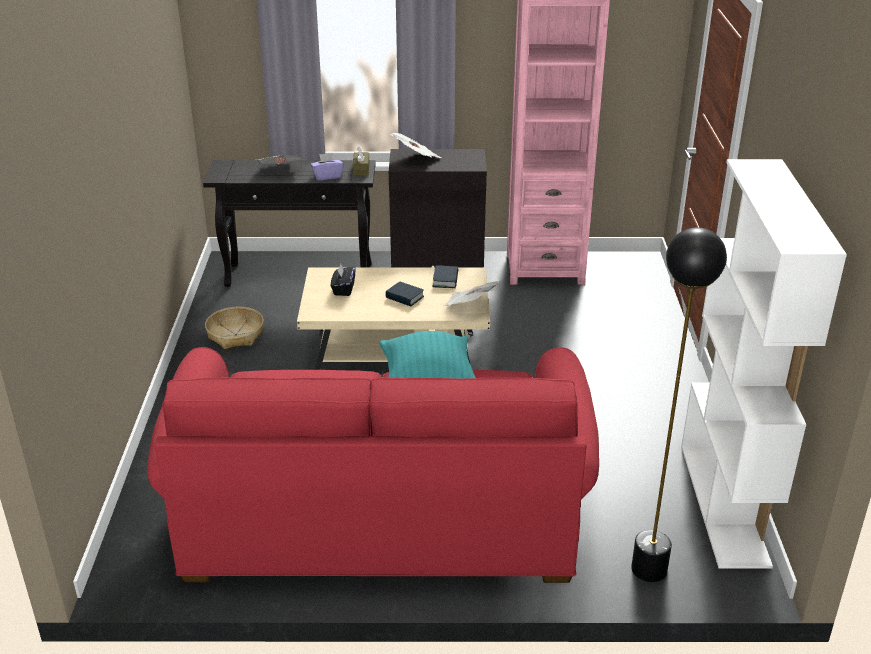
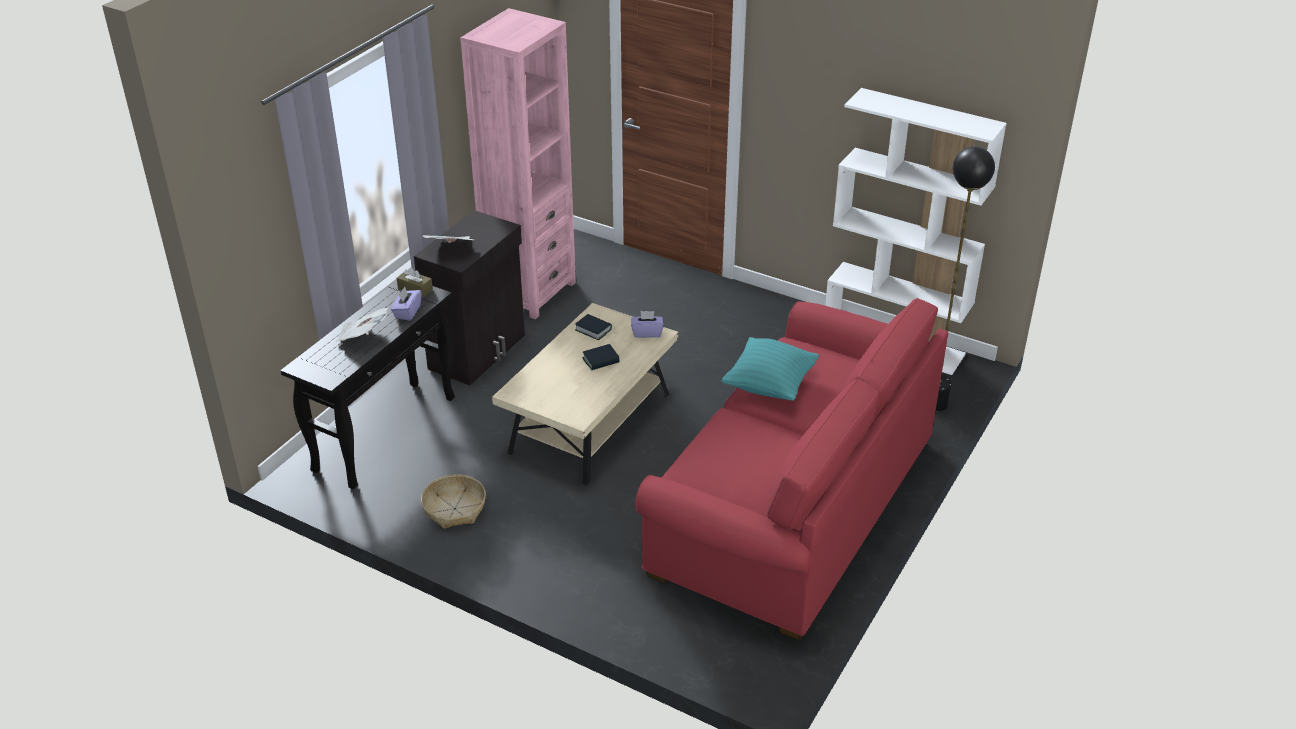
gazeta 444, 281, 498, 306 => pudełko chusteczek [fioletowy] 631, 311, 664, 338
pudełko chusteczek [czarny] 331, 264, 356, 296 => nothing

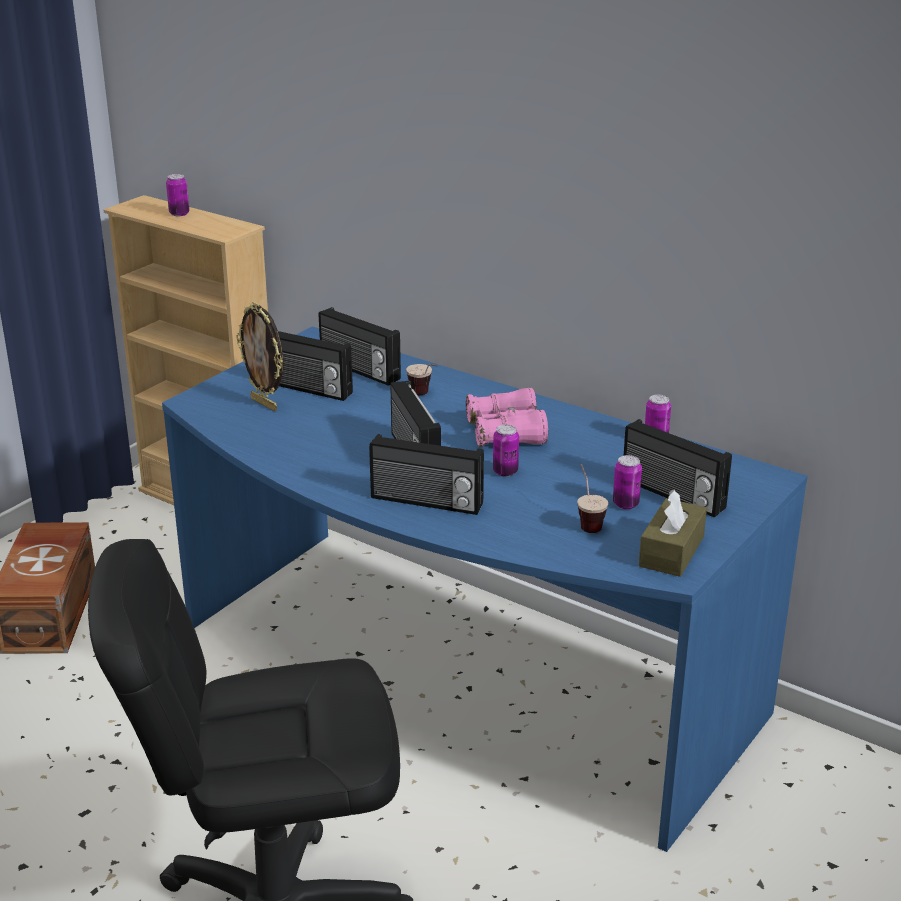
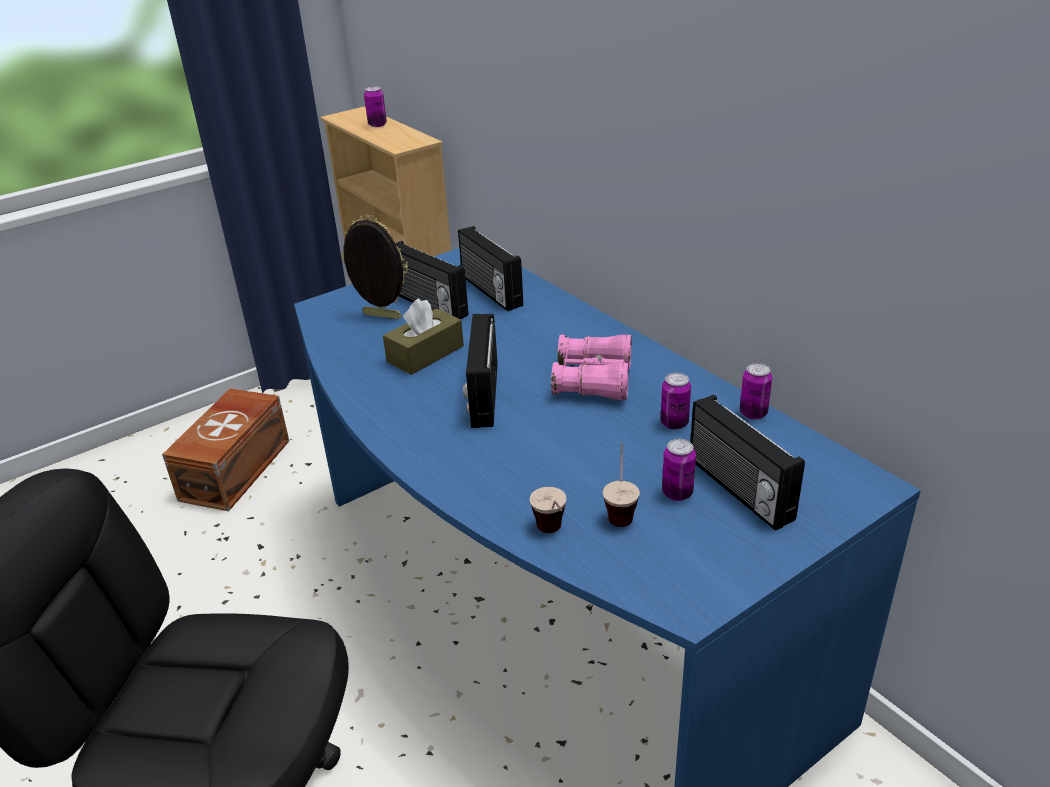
ramka na zdjęcie 236, 302, 283, 411 => ramka na zdjęcie 342, 214, 408, 319, 135 degrees clockwise
pudełko chusteczek [brązowy] 639, 490, 707, 577 => pudełko chusteczek [brązowy] 383, 298, 464, 375, relocated
filiżanka 406, 364, 438, 395 => filiżanka 530, 487, 567, 533, relocated
puszka 493, 424, 519, 477 => puszka 661, 373, 691, 430, relocated
radio 369, 434, 484, 515 => nothing

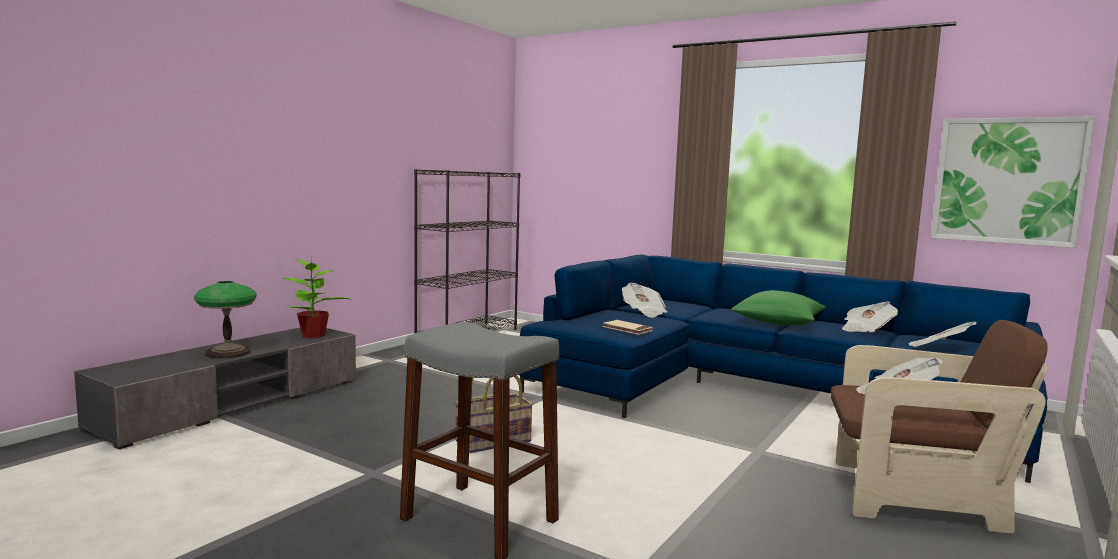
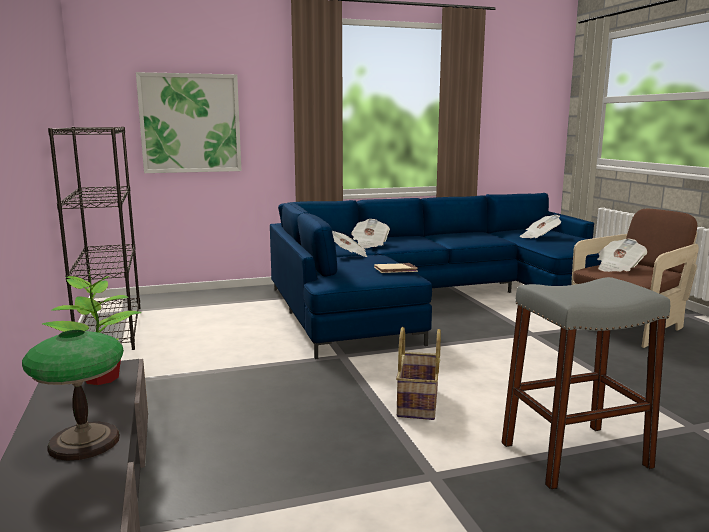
obraz 931, 116, 1095, 248 => obraz 136, 72, 242, 173, relocated
gazeta 842, 302, 898, 332 => gazeta 351, 219, 390, 248, relocated
poduszka [zielony] 731, 290, 825, 326 => nothing

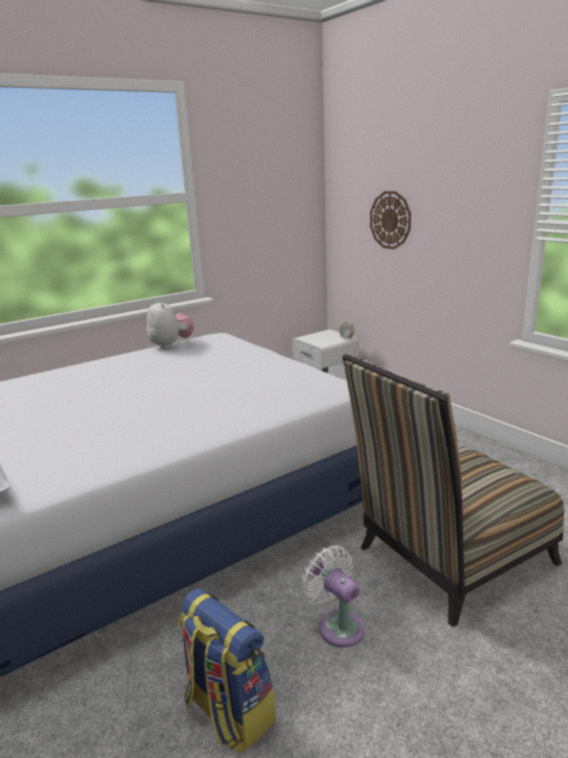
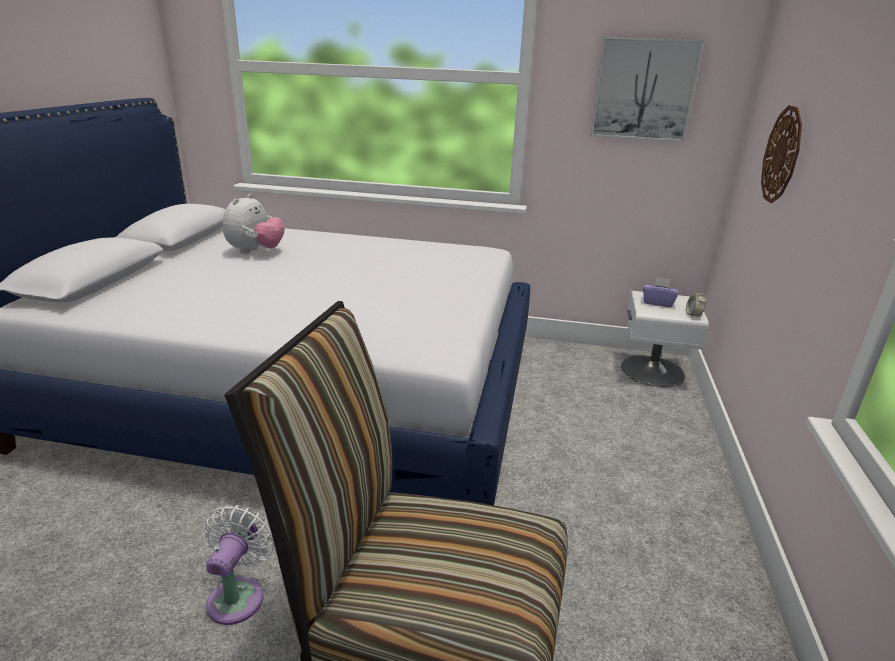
pluszak 147, 300, 194, 349 => pluszak 223, 194, 285, 254, relocated
nothing => obraz 591, 37, 704, 142
nothing => pudełko chusteczek [fioletowy] 643, 277, 678, 307
plecak 178, 588, 276, 753 => nothing

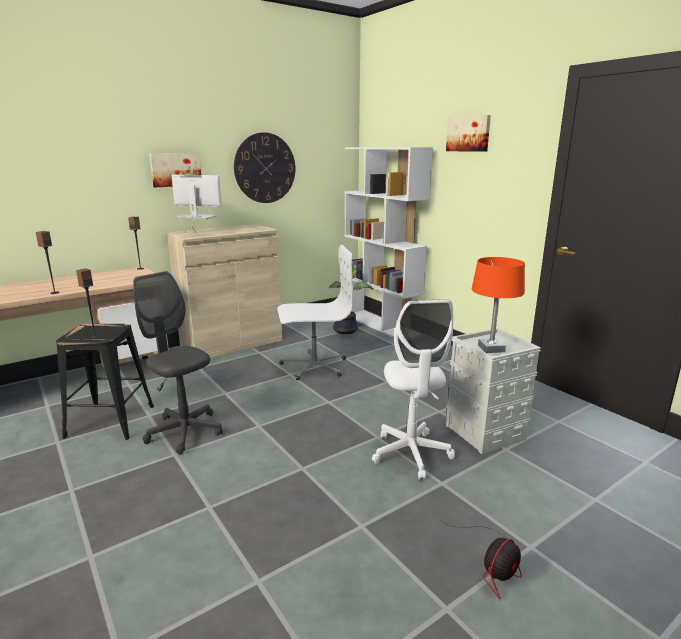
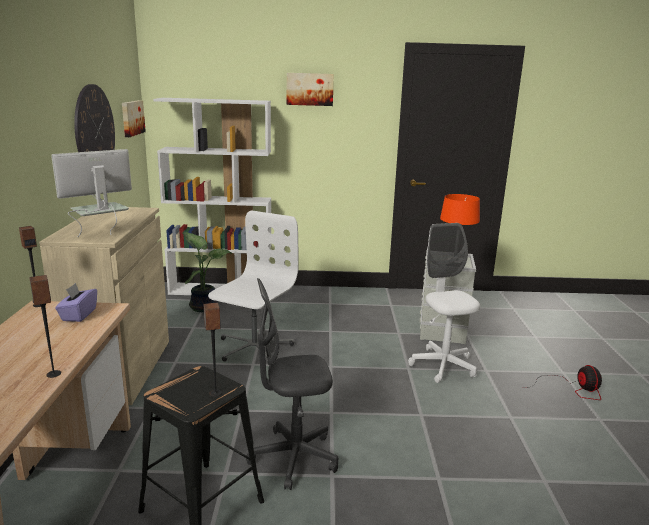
nothing => pudełko chusteczek [fioletowy] 55, 283, 97, 322
obraz 149, 153, 201, 187 => obraz 122, 100, 146, 137, relocated
krzesło biurowe [biały] 372, 299, 455, 480 => krzesło biurowe [biały] 408, 223, 480, 383, 135 degrees counterclockwise

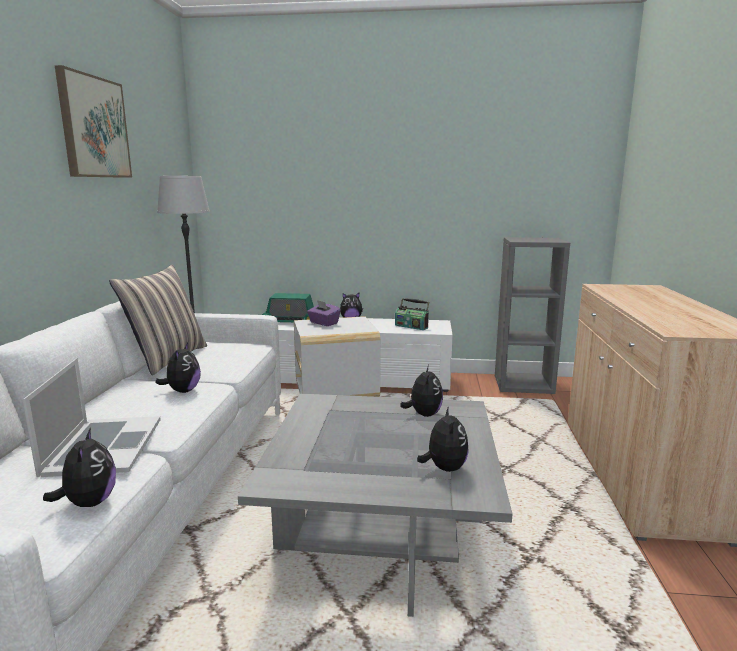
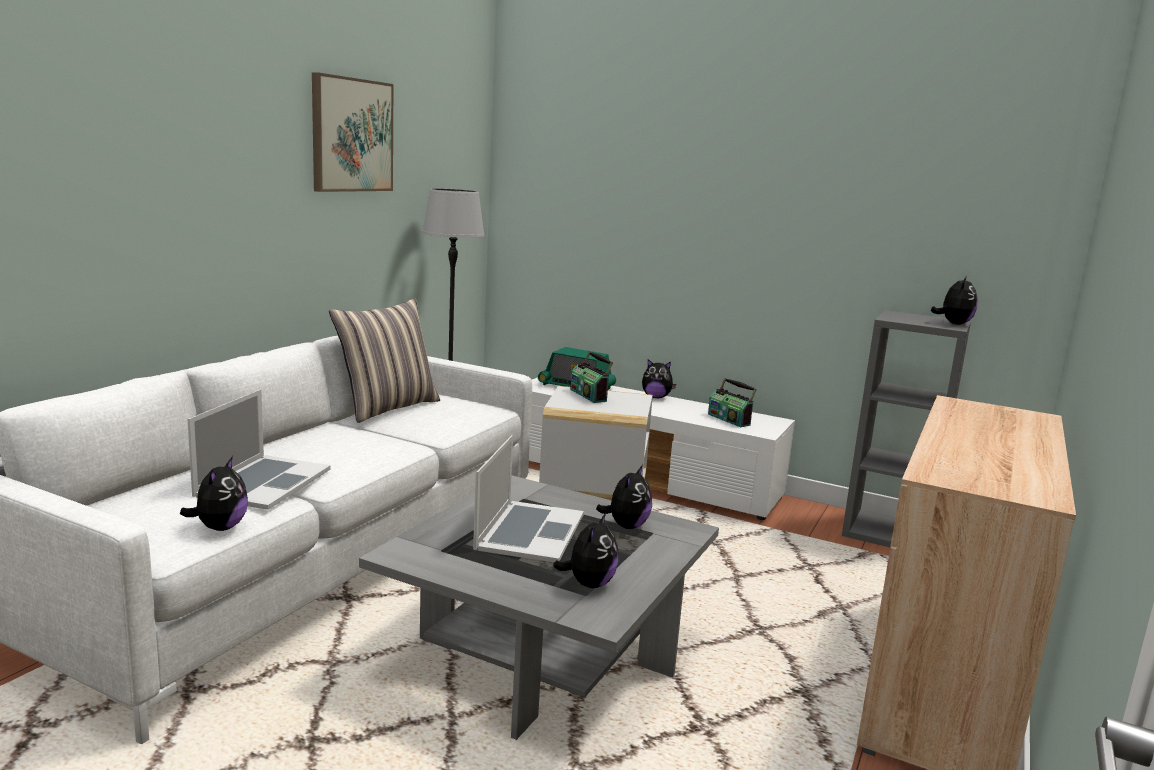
nothing => laptop 473, 435, 584, 563
pudełko chusteczek [fioletowy] 307, 300, 341, 326 => radio 570, 351, 613, 403
pluszak 155, 343, 201, 393 => pluszak 931, 276, 978, 324, relocated

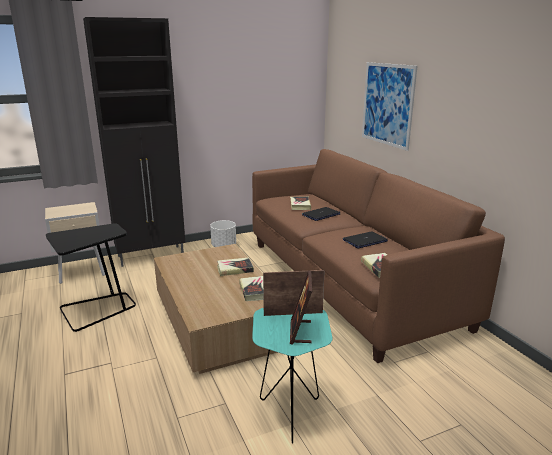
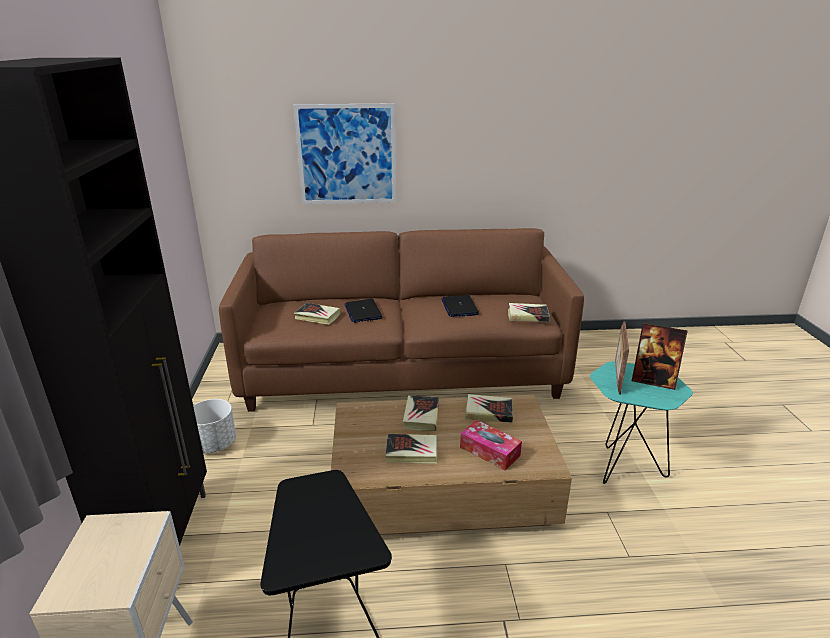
nothing => książka 385, 434, 438, 464
nothing => pudełko chusteczek 460, 420, 522, 471

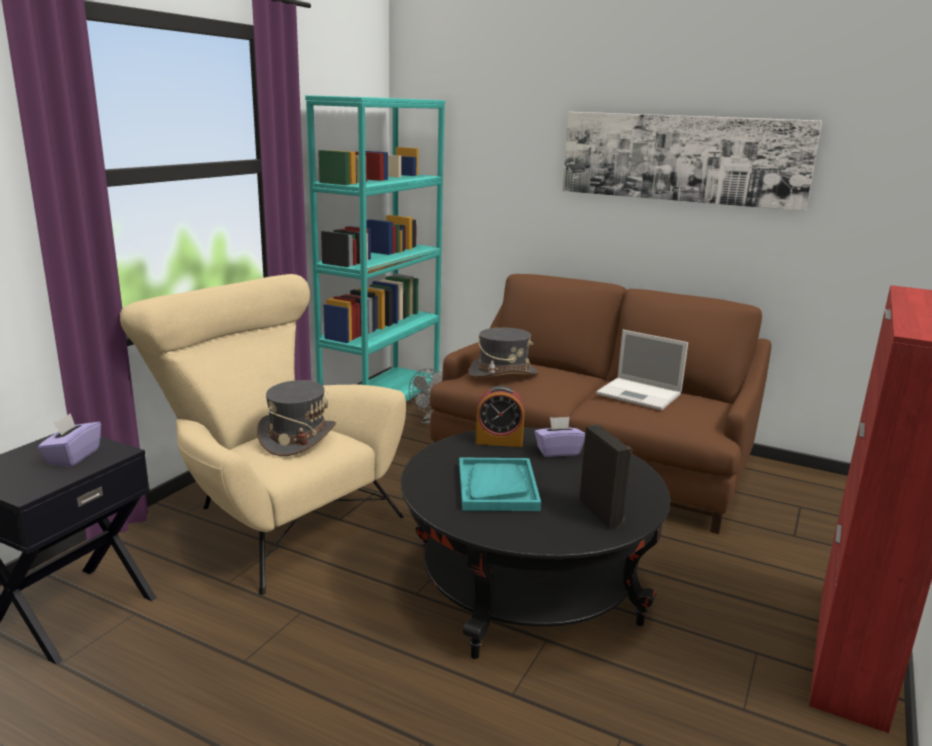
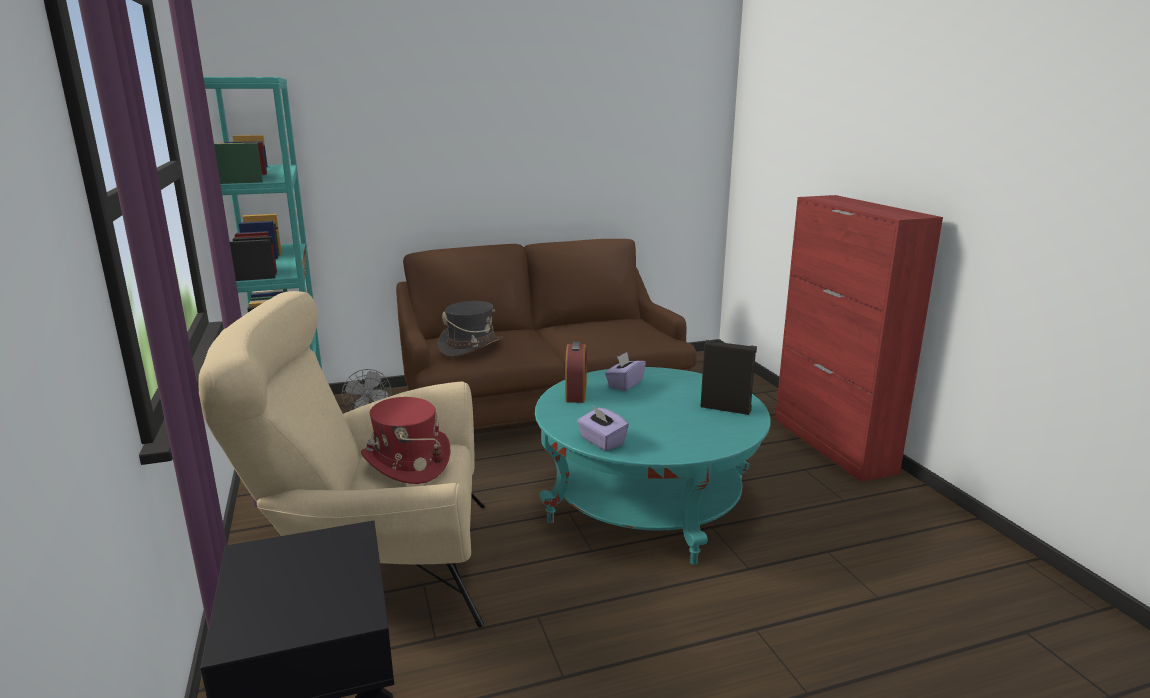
kapelusz [szary] 257, 380, 336, 456 => kapelusz [czerwony] 361, 397, 450, 484
ława [czarny] 401, 427, 670, 659 => ława [turkusowy] 535, 367, 770, 565
budzik 476, 386, 524, 447 => budzik 565, 342, 587, 403, 45 degrees counterclockwise
pudełko chusteczek [fioletowy] 38, 413, 101, 467 => pudełko chusteczek [fioletowy] 577, 406, 629, 451, relocated
taca [turkusowy] 459, 457, 541, 511 => nothing
obraz 563, 112, 822, 211 => nothing
laptop 596, 330, 688, 410 => nothing

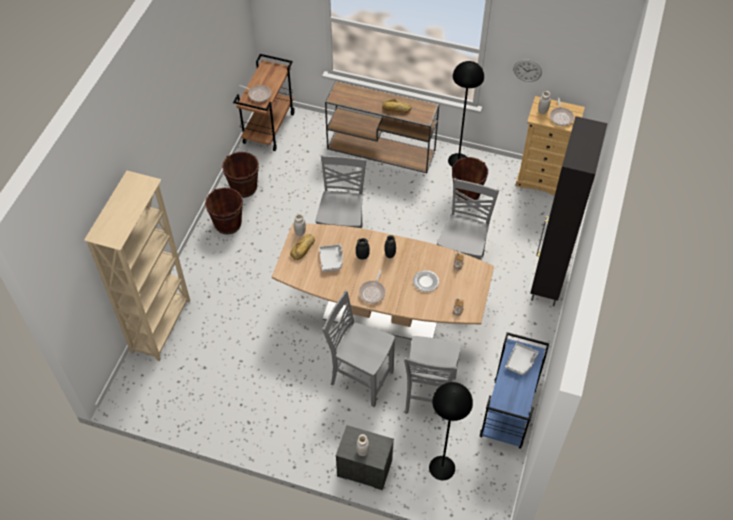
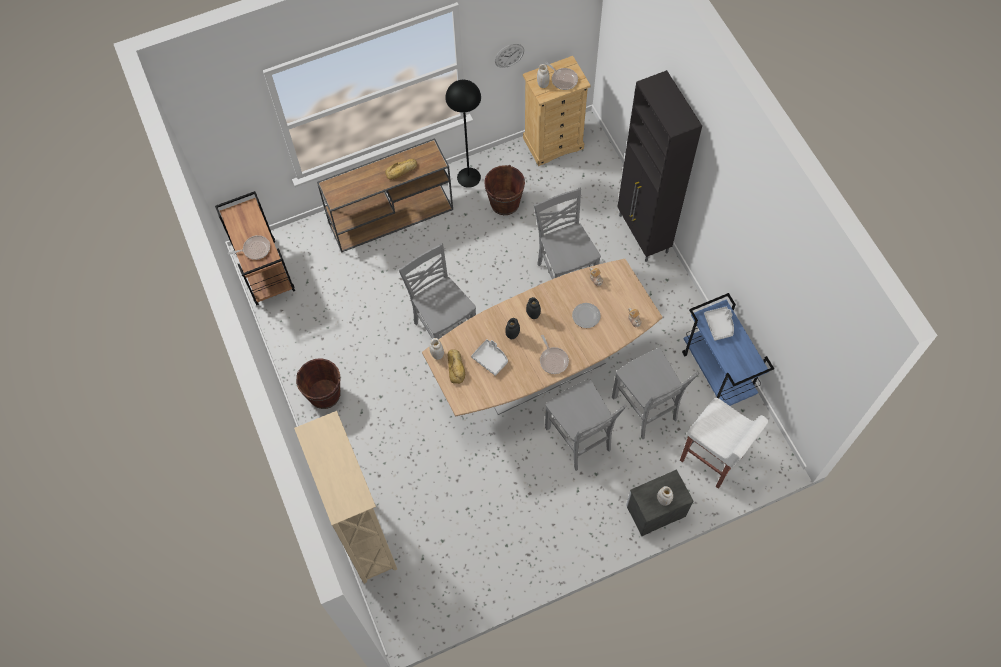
krzesło [szary] 322, 290, 395, 407 => krzesło [szary] 545, 379, 627, 471, 105 degrees counterclockwise
lampa stojąca [czarny] 429, 382, 473, 480 => stołek [biały] 680, 398, 768, 489
wiadro [brązowy] 222, 152, 259, 198 => nothing

